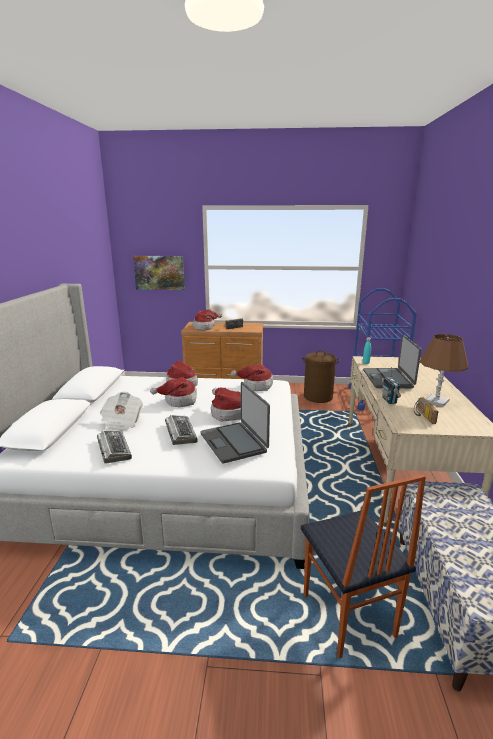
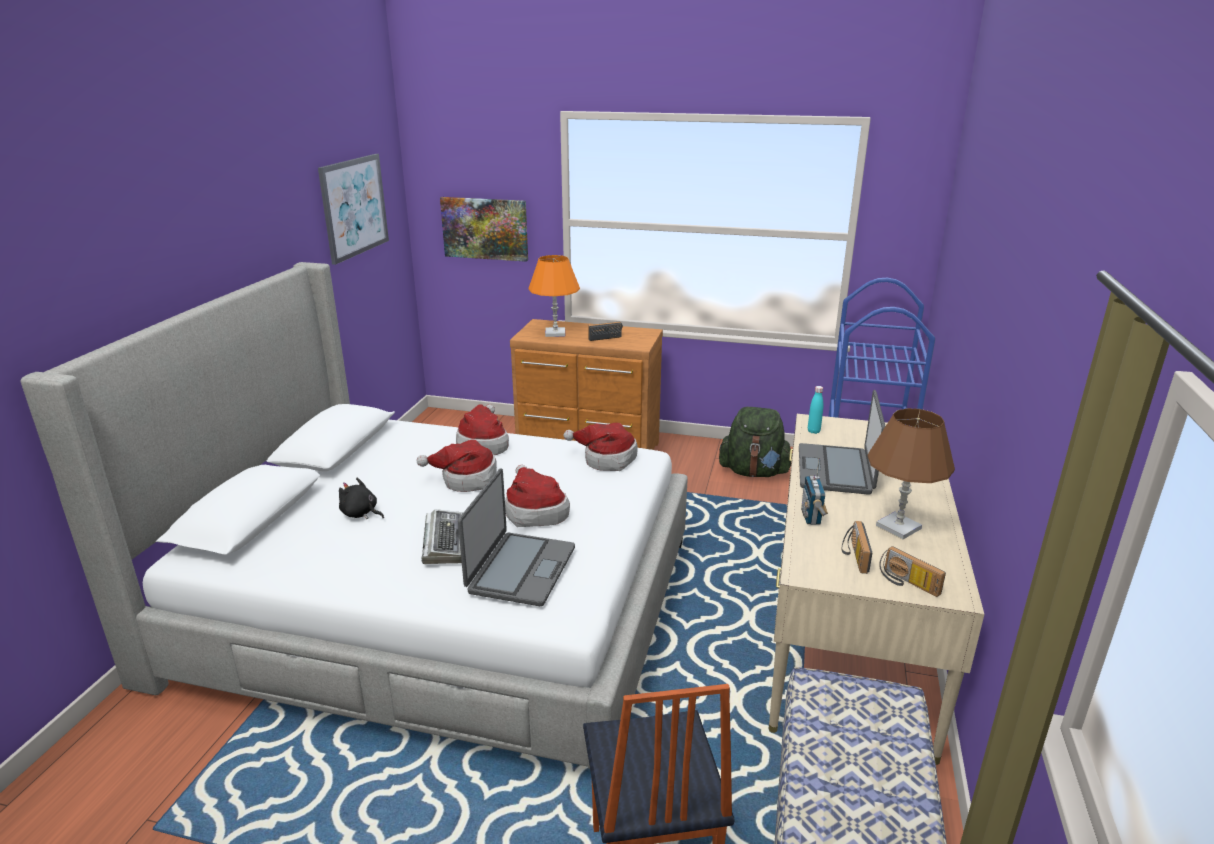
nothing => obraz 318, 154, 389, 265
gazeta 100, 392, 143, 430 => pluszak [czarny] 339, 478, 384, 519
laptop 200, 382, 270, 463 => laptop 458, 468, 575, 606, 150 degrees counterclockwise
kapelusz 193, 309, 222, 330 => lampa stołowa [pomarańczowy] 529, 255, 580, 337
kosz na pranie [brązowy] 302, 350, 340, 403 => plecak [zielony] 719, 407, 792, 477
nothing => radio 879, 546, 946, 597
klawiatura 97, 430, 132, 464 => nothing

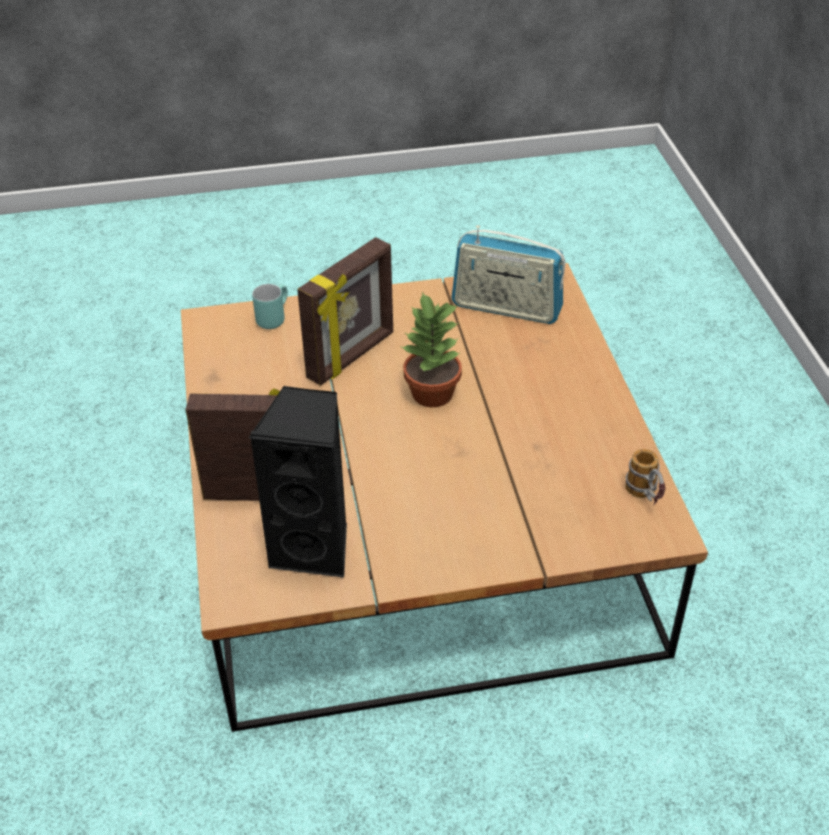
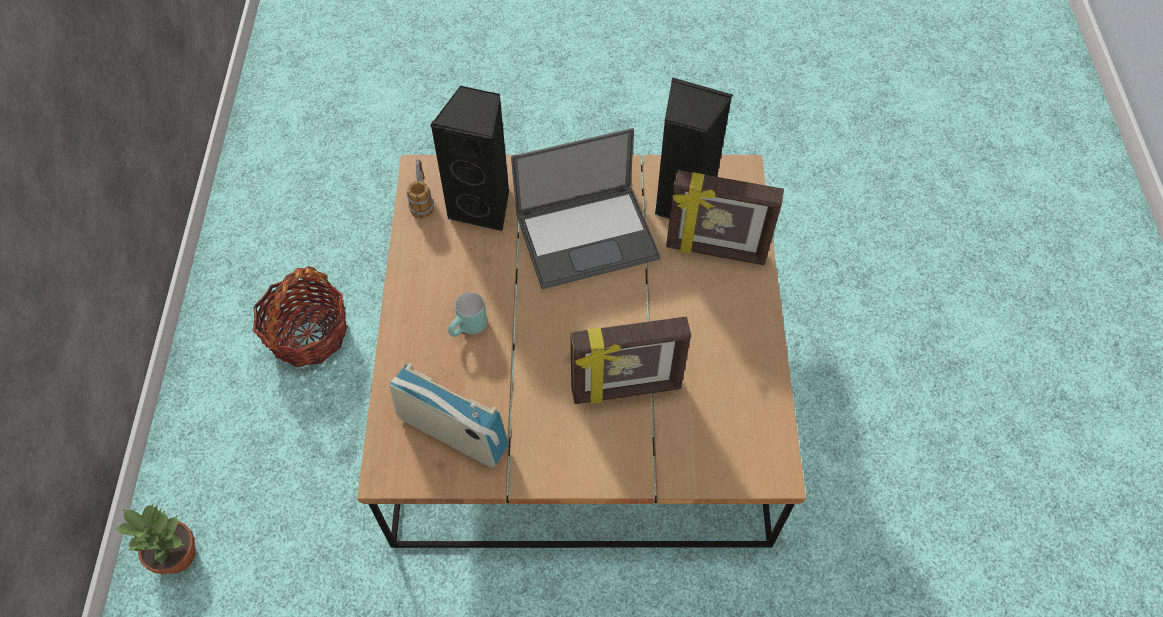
roślina doniczkowa 402, 292, 462, 407 => roślina doniczkowa 115, 503, 195, 574, relocated
nothing => koszyk 253, 266, 347, 367
nothing => głośnik [czarny] 430, 85, 510, 231
kubek [turkusowy] 252, 284, 288, 329 => kubek [turkusowy] 448, 292, 487, 337, relocated
nothing => laptop 511, 128, 661, 289
ramka na zdjęcie 297, 237, 393, 386 => ramka na zdjęcie 570, 317, 691, 404, 150 degrees counterclockwise

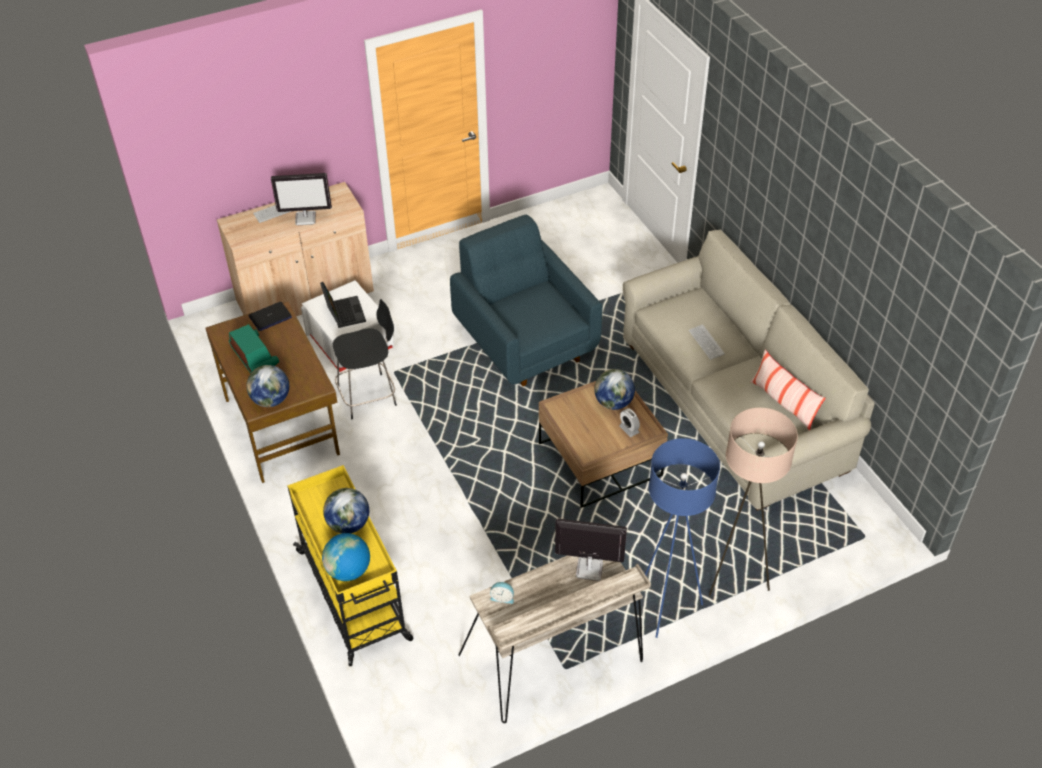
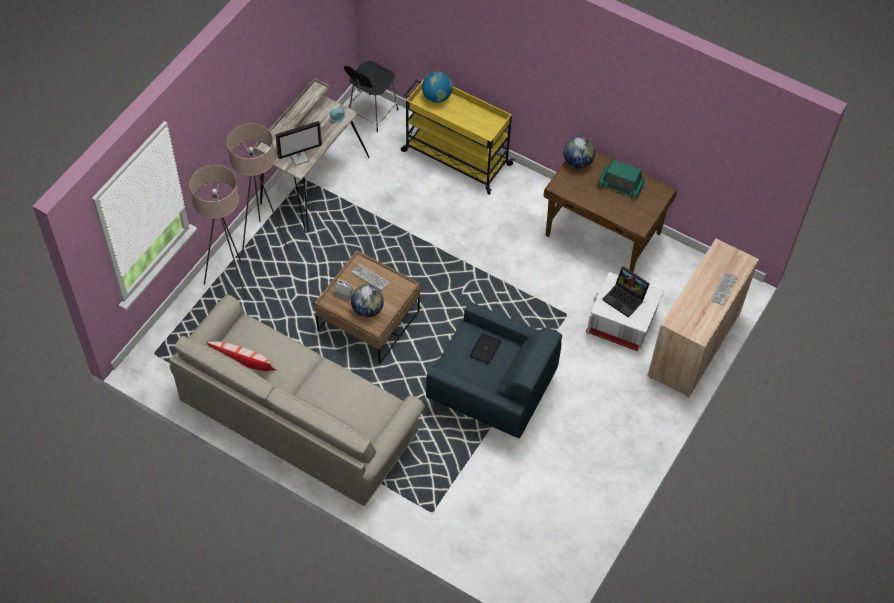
lampa stojąca [niebieski] 645, 438, 720, 638 => lampa stojąca [beżowy] 227, 123, 288, 254
stołek [czarny] 333, 299, 397, 419 => stołek [czarny] 344, 61, 399, 132, relocated
klawiatura 689, 324, 725, 360 => klawiatura 352, 264, 390, 291, relocated
laptop 249, 302, 292, 331 => laptop 469, 333, 501, 365, relocated
monitor 271, 173, 332, 225 => nothing
globus 323, 488, 369, 533 => nothing

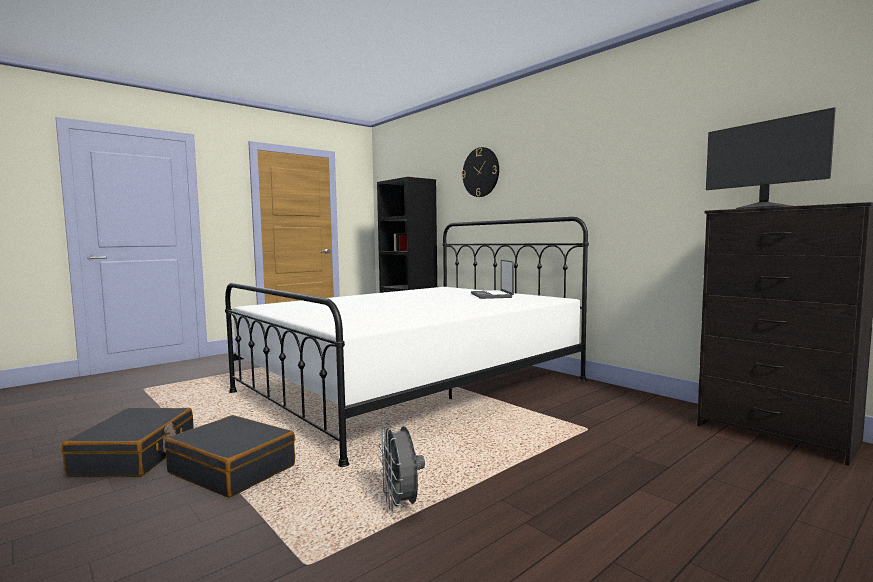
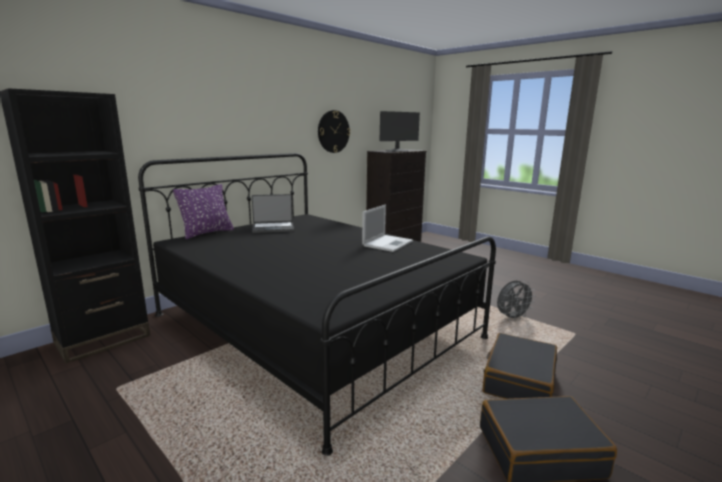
łóżko [biały] 225, 217, 589, 467 => łóżko [czarny] 138, 153, 496, 456
nothing => poduszka [fioletowy] 173, 184, 234, 239
zegar ścienny 462, 147, 499, 197 => zegar ścienny 318, 110, 350, 153, relocated
nothing => laptop 362, 204, 413, 252

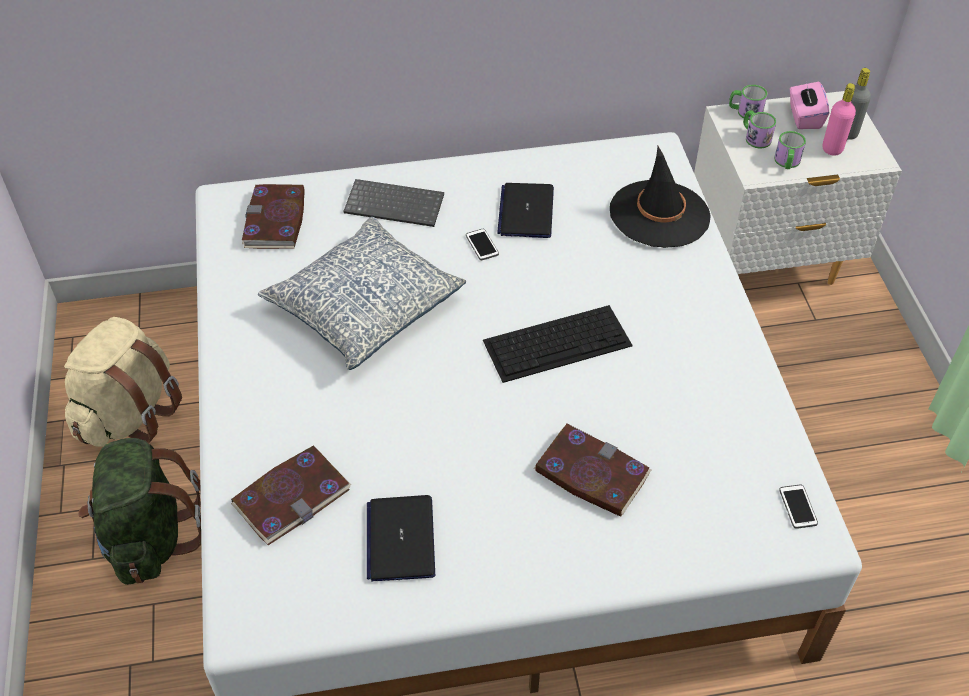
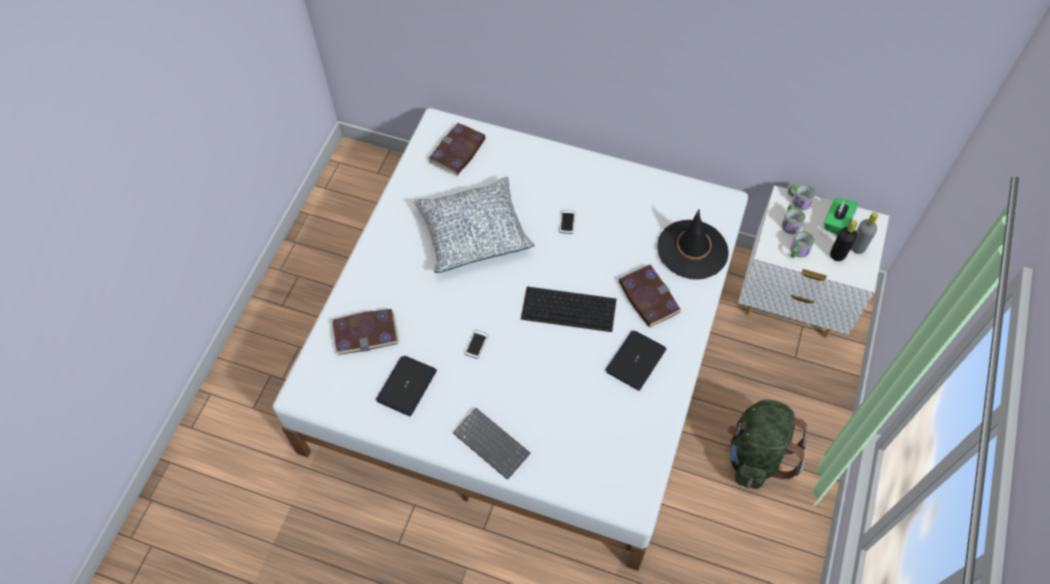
klawiatura 343, 179, 444, 227 => klawiatura 453, 408, 531, 480, relocated
telefon 779, 485, 818, 529 => telefon 464, 330, 488, 359, relocated
laptop 497, 183, 554, 238 => laptop 605, 331, 666, 391, relocated
książka 534, 424, 651, 517 => książka 618, 264, 682, 328, relocated
plecak [zielony] 78, 438, 201, 585 => plecak [zielony] 728, 399, 807, 489, relocated
pudełko chusteczek [różowy] 790, 81, 829, 129 => pudełko chusteczek [zielony] 824, 198, 858, 235
butelka [różowy] 822, 83, 856, 156 => butelka [czarny] 830, 220, 857, 261
plecak [beżowy] 64, 317, 182, 447 => nothing

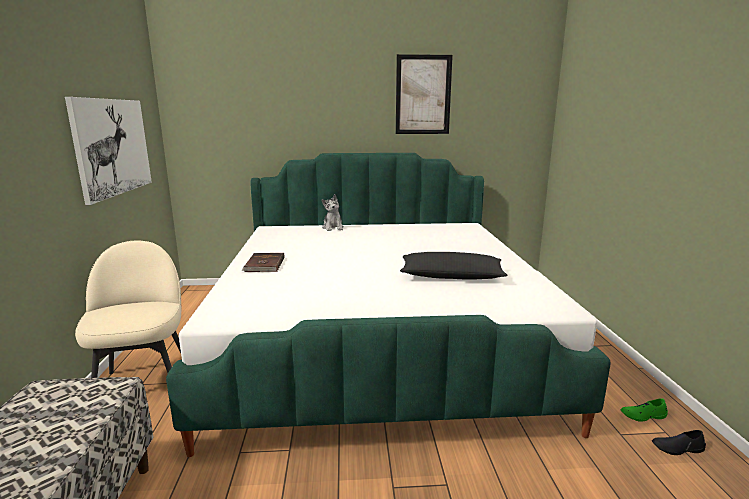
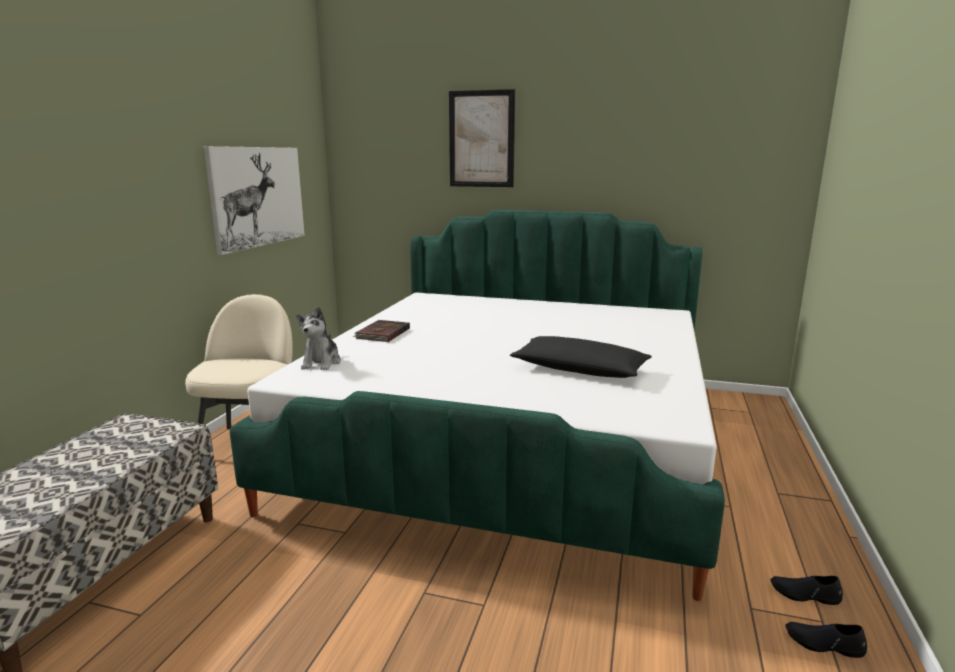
pluszak 322, 194, 344, 231 => pluszak 296, 307, 341, 370, relocated
obraz 396, 54, 453, 134 => obraz 449, 89, 515, 187, relocated
but [zielony] 621, 398, 668, 422 => but [czarny] 770, 576, 843, 605

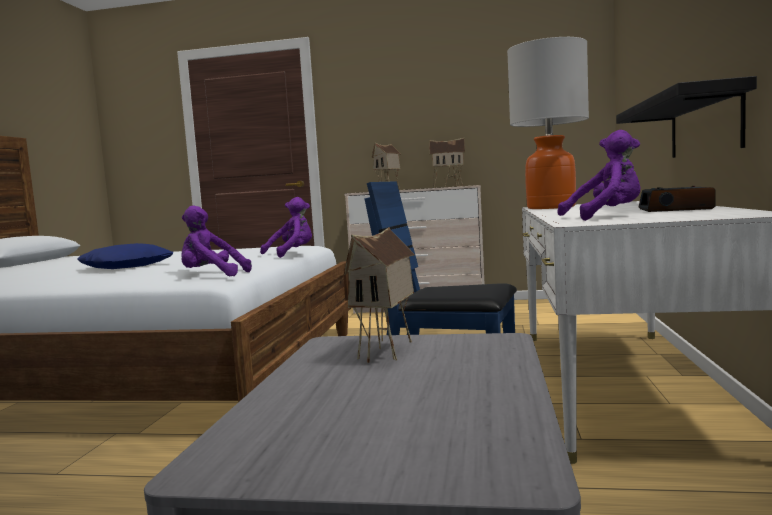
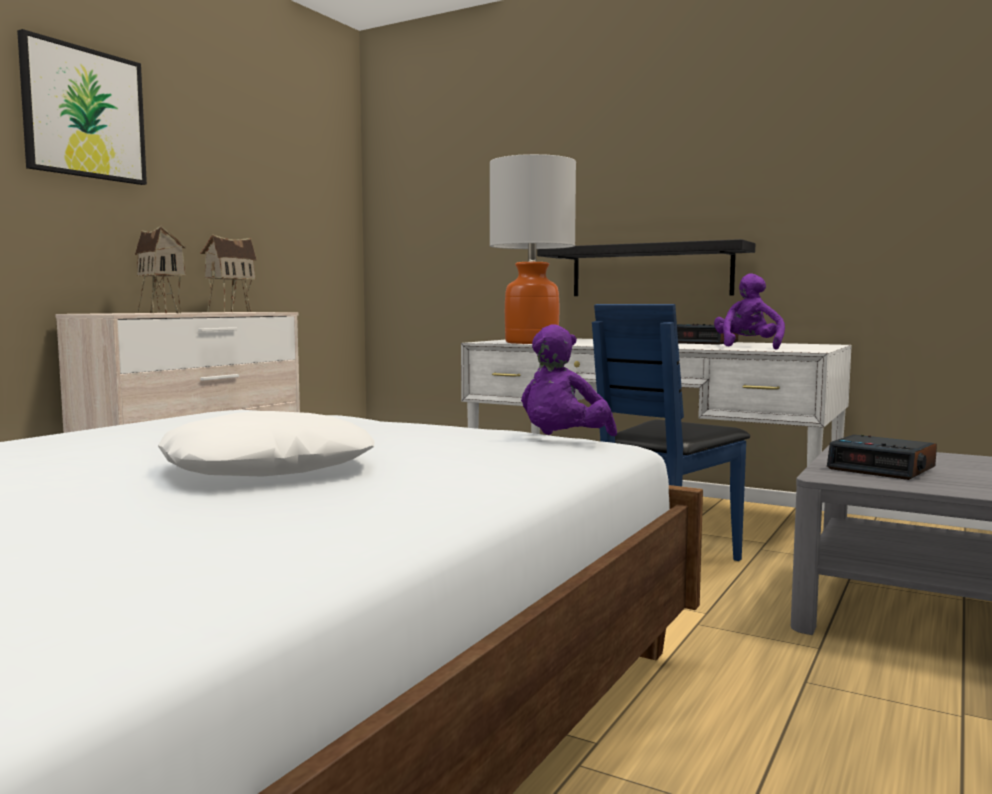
nothing => obraz 17, 29, 147, 185
poduszka [niebieski] 77, 243, 173, 269 => poduszka [biały] 158, 411, 374, 476
domek 344, 227, 415, 363 => budzik 827, 435, 937, 480
pluszak [fioletowy] 260, 197, 312, 258 => nothing

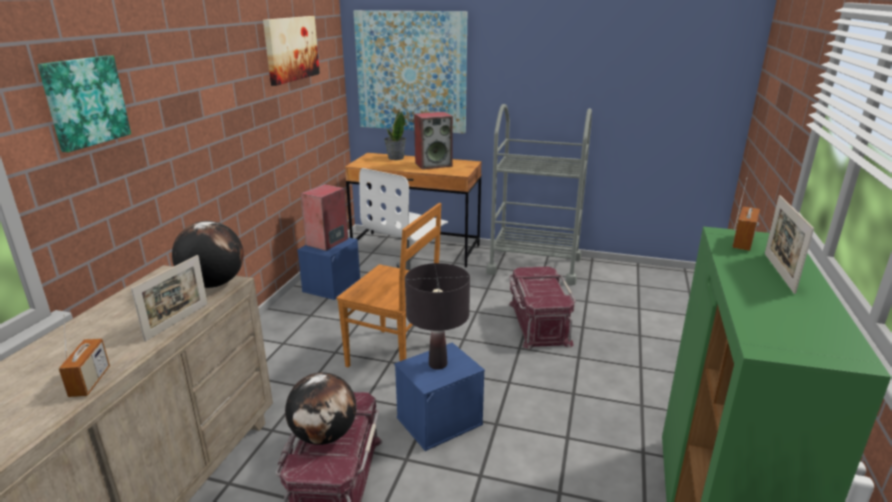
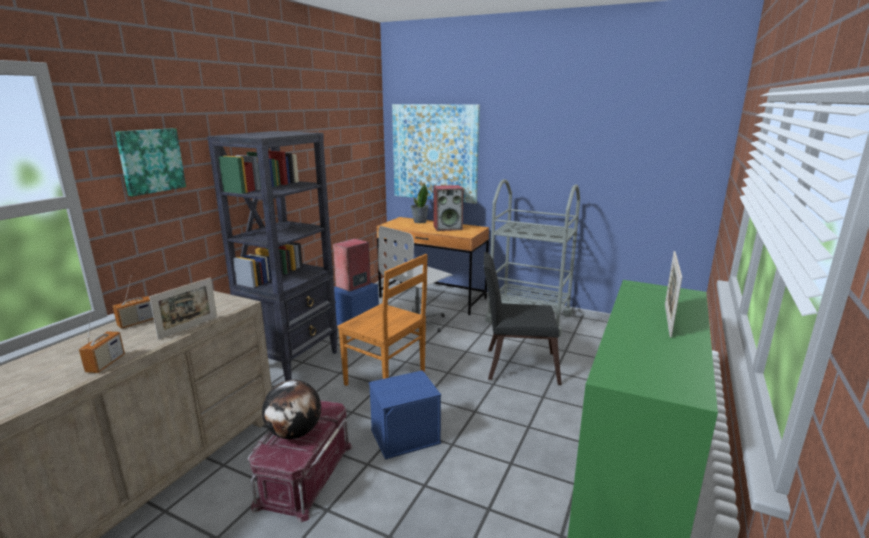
radio 732, 178, 760, 251 => radio 113, 276, 154, 329, relocated
nothing => regał [czarny] 207, 131, 338, 381
pojemnik do przechowywania [czerwony] 509, 267, 576, 349 => krzesło [czarny] 483, 252, 562, 385
globus 172, 221, 244, 288 => nothing
obraz 263, 16, 320, 86 => nothing
lampa stołowa [czarny] 405, 263, 470, 370 => nothing

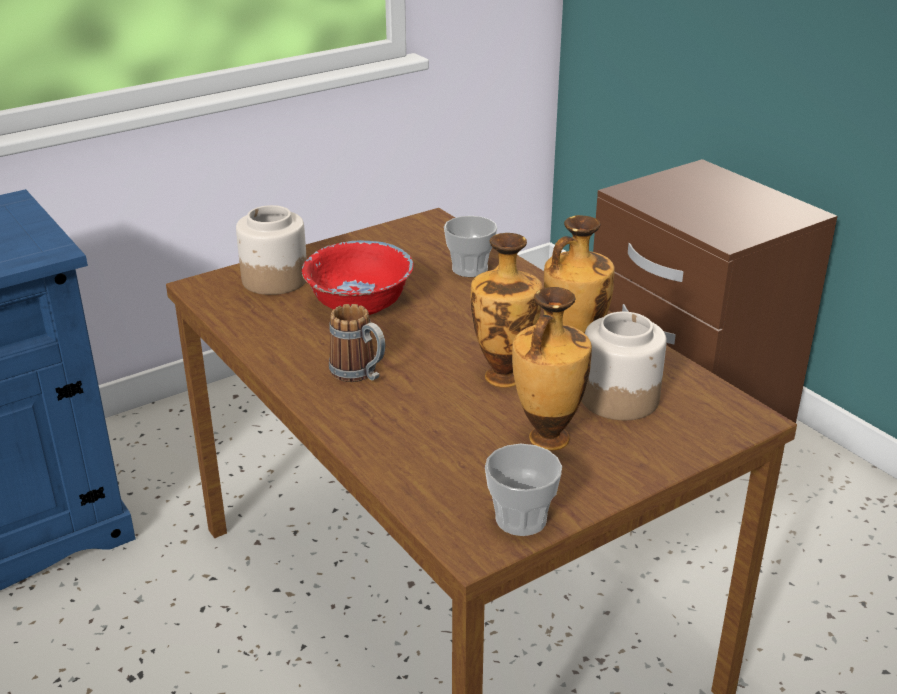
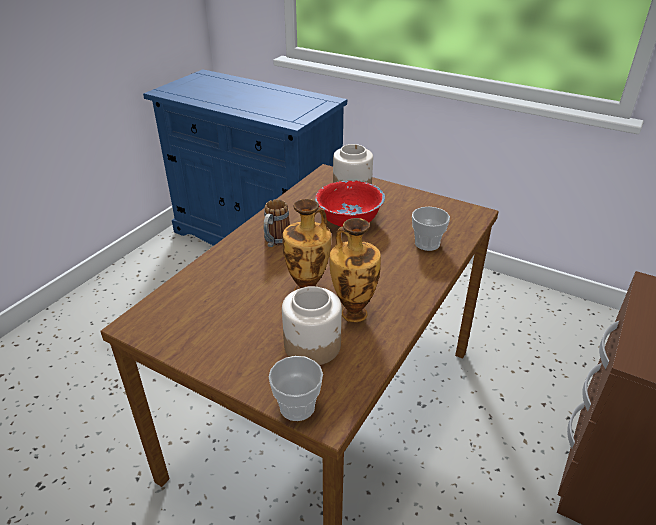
filiżanka 485, 444, 562, 536 => filiżanka 269, 356, 323, 421, relocated
wazon 512, 287, 592, 450 => nothing

